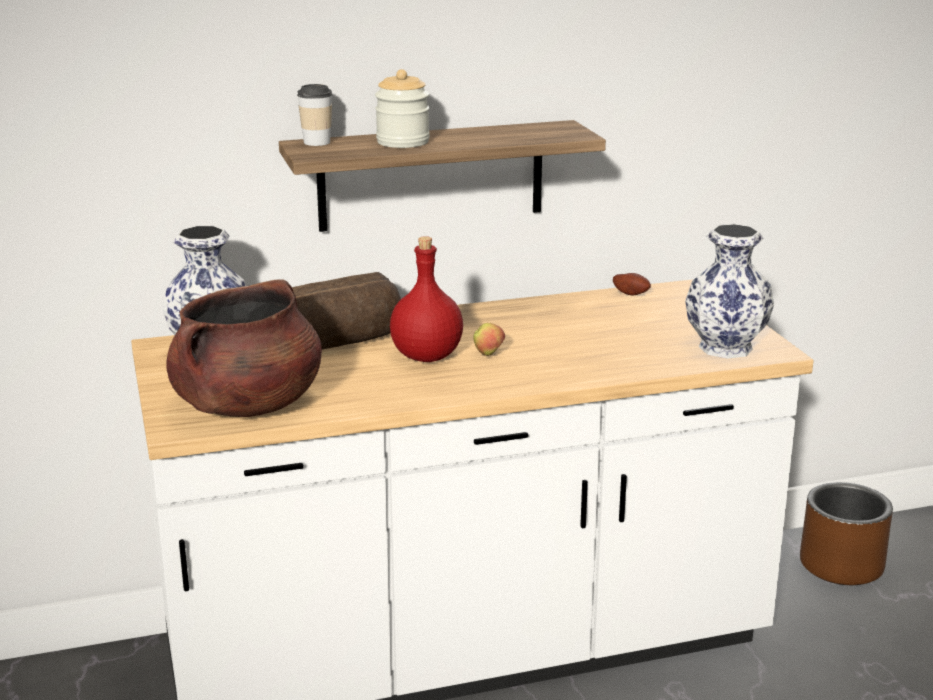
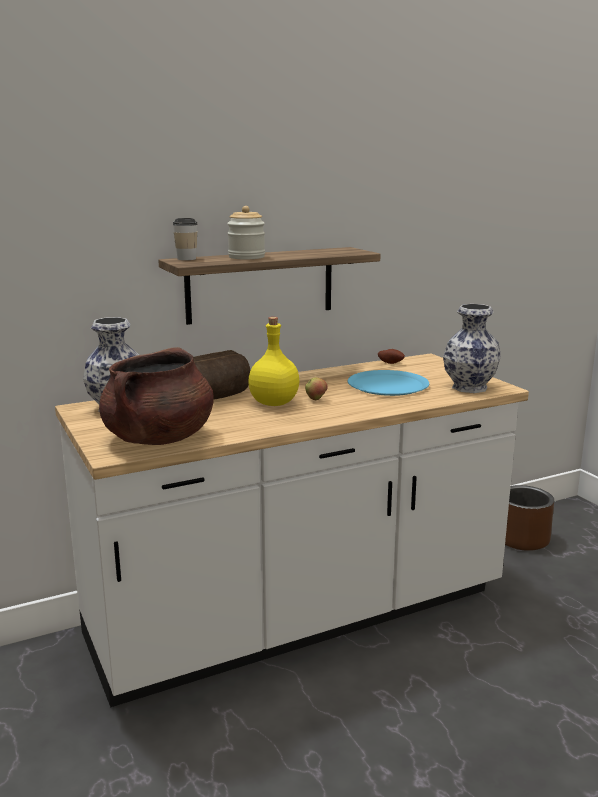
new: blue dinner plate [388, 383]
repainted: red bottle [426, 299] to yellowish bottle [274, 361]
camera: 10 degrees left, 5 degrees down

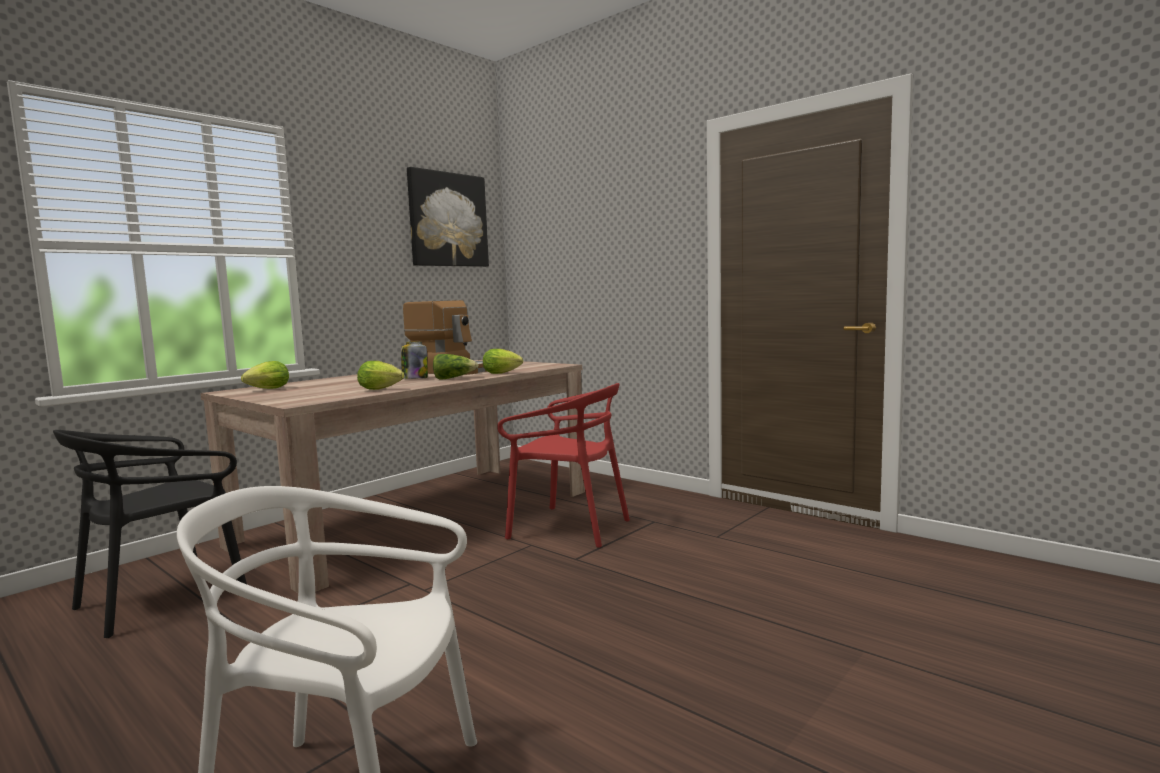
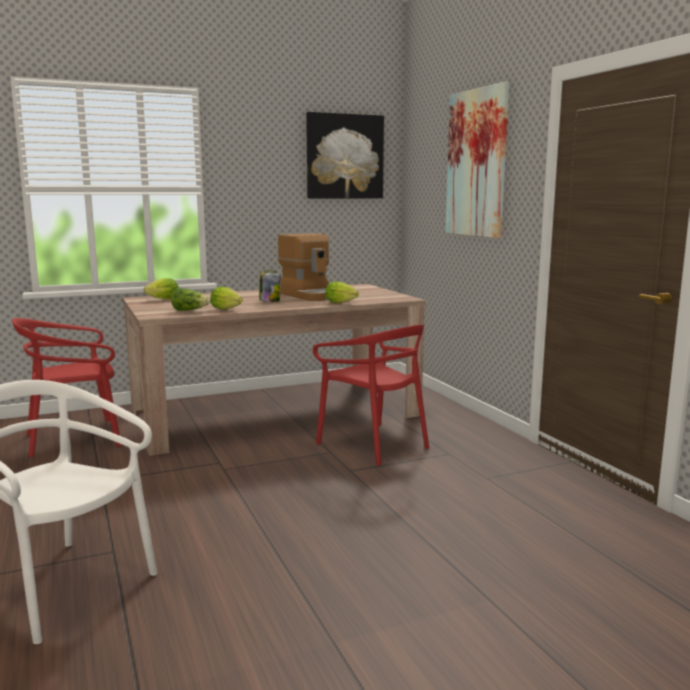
new: picture [477, 160]
shifted: head of lettuce [456, 366] to [191, 299]
repainted: black plain chair [150, 534] to red plain chair [67, 387]
camera: 25 degrees right, 5 degrees up

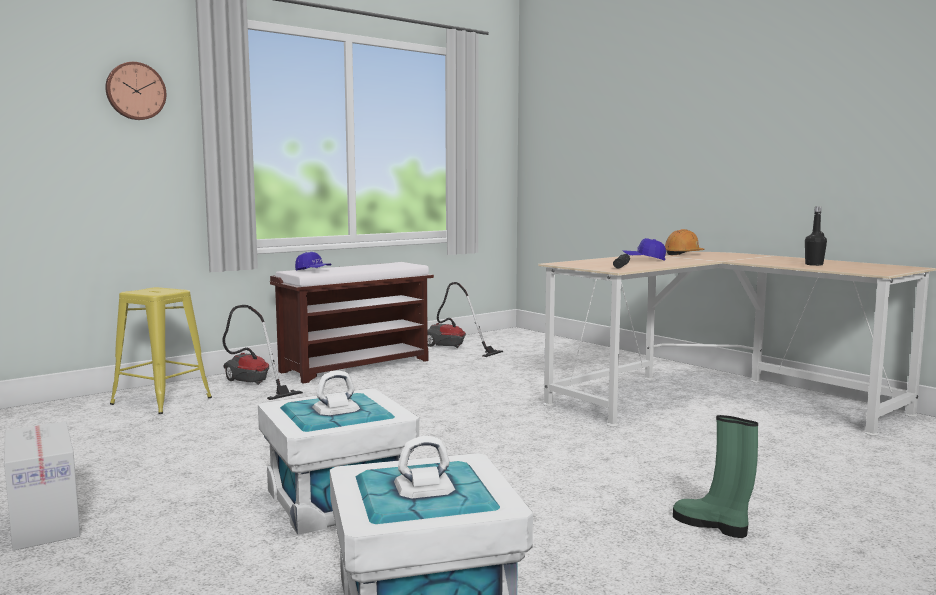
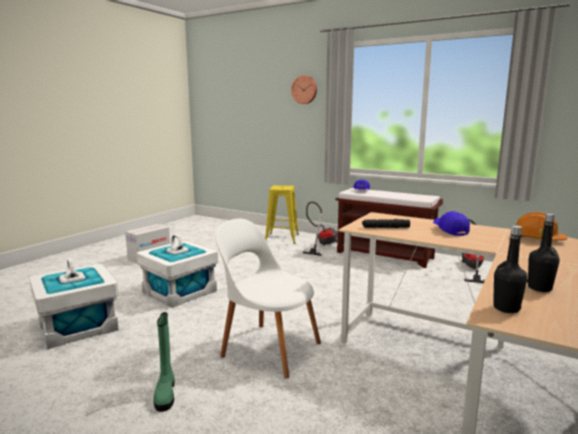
new: white-coloured plain chair [268, 298]; black bottle [510, 269]
rotated: green tall boot [715, 476] = [163, 362] 150 degrees clockwise
camera: 70 degrees right, 5 degrees up

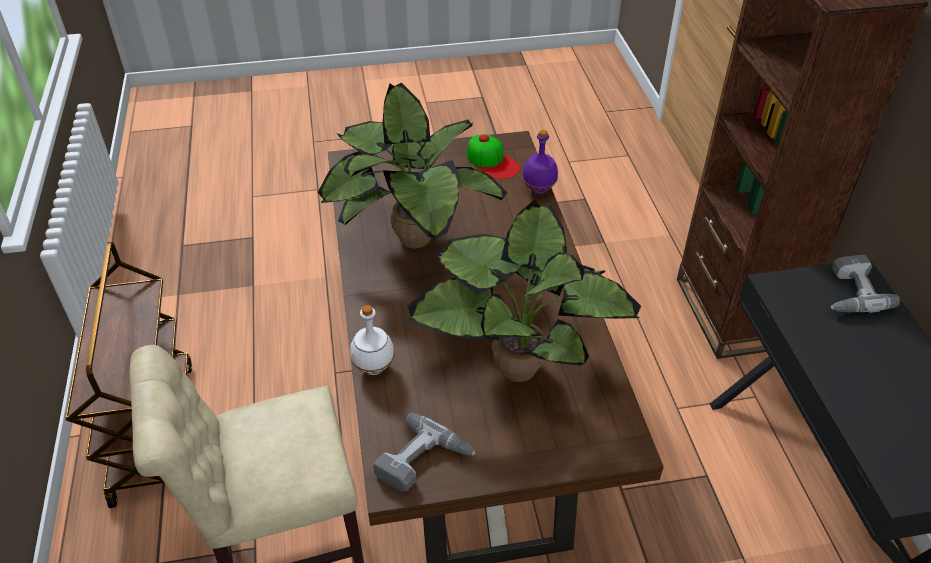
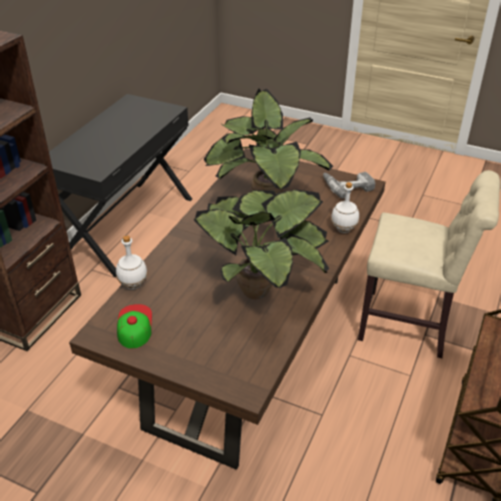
gone: power drill [865, 284]
repainted: purple bottle [540, 162] to white-coloured bottle [132, 262]
camera: 145 degrees left, 5 degrees down

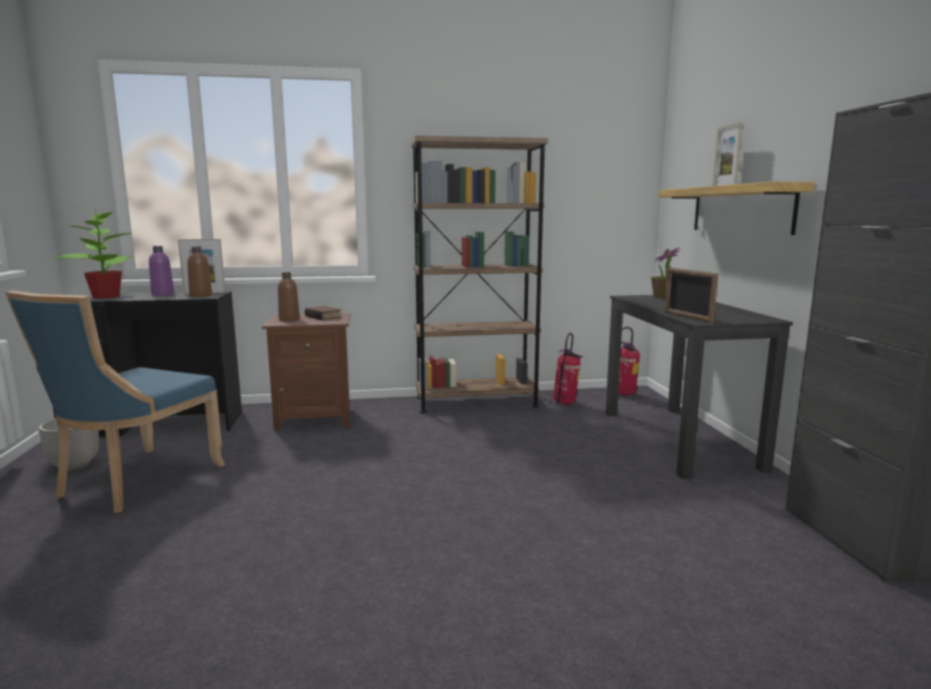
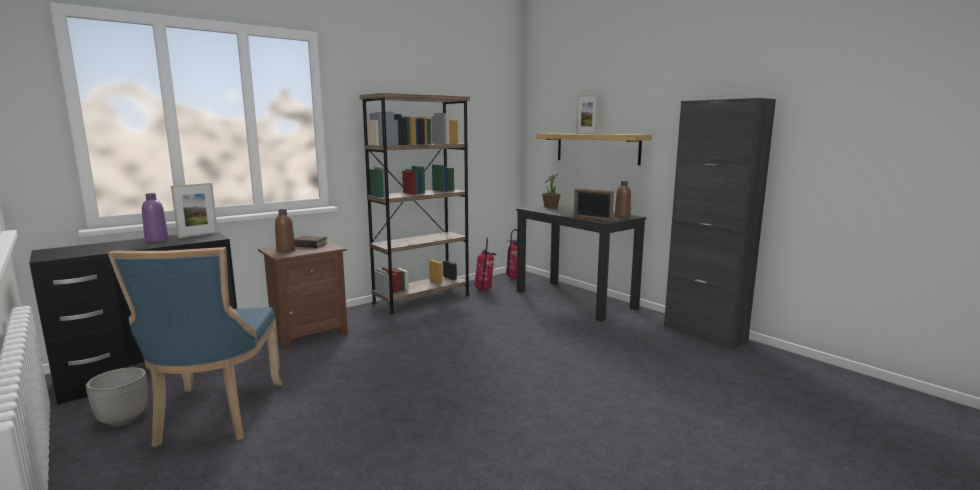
gone: houseplant [92, 254]
shifted: brownish bottle [199, 271] to [623, 199]
camera: 30 degrees left, 0 degrees up

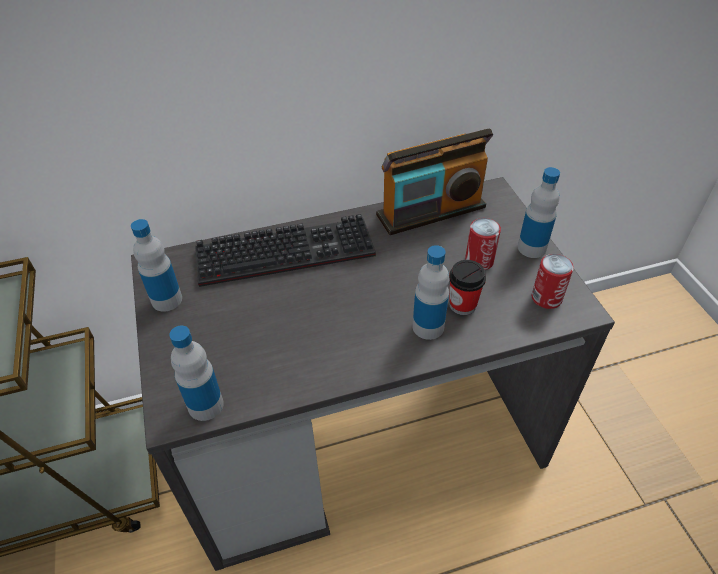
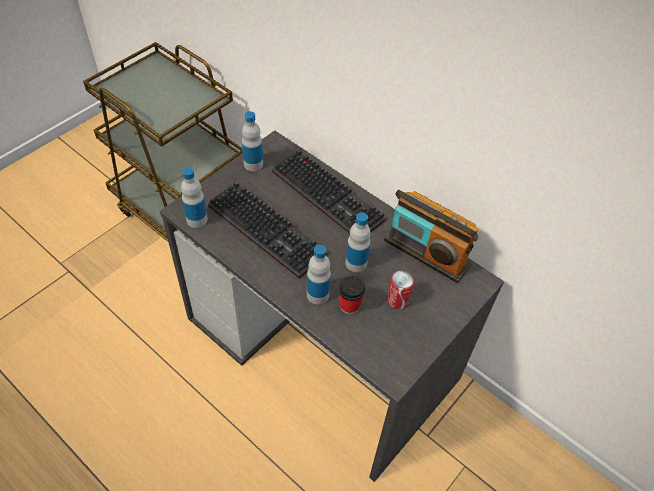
gone: can [552, 281]
new: PC keyboard [267, 230]
shifted: bottle [539, 212] to [358, 242]
camera: 55 degrees right, 5 degrees up

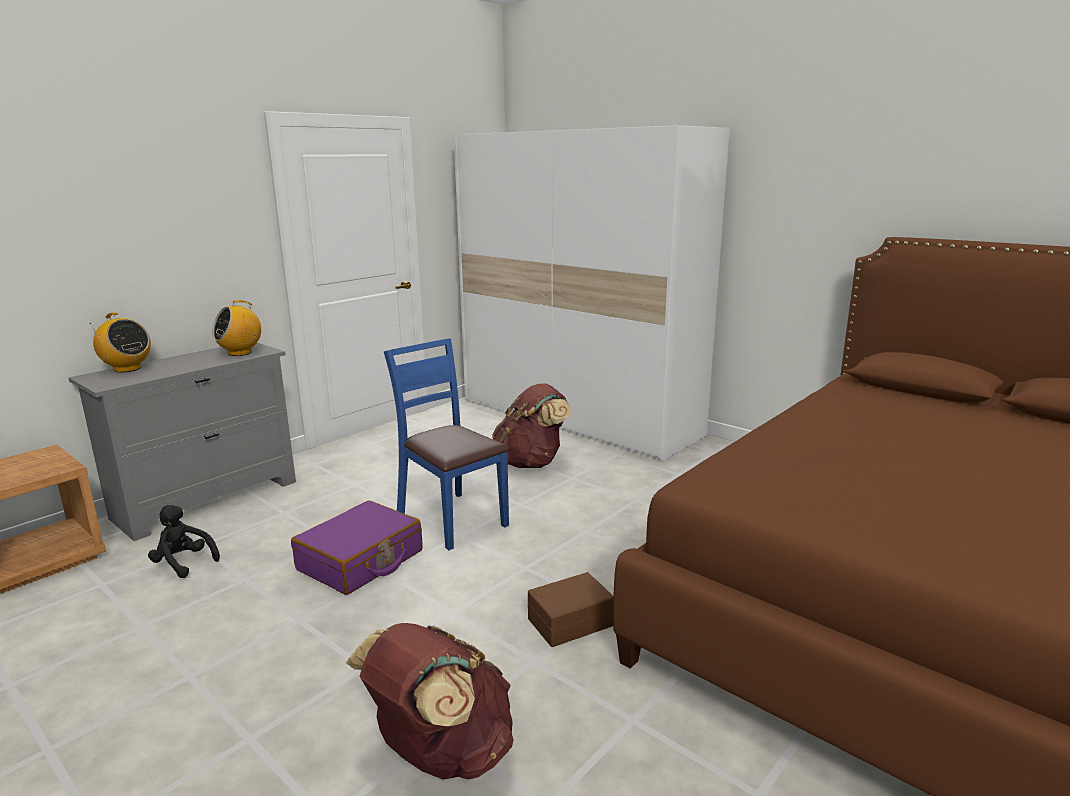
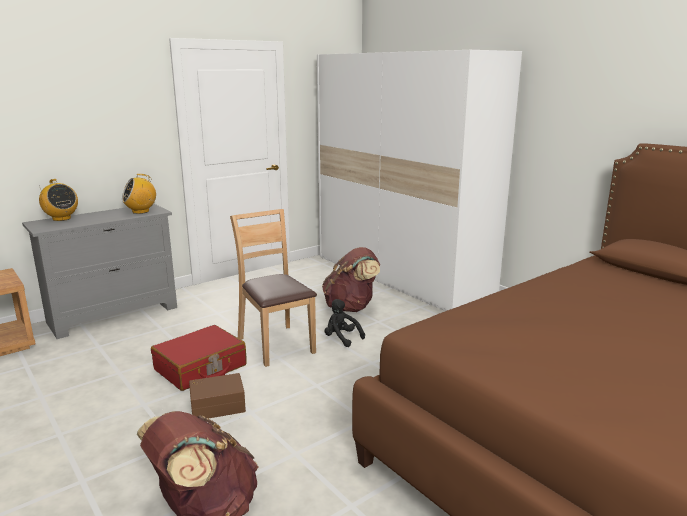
shifted: black plush toy [184, 541] to [345, 323]; brownish storage container [570, 609] to [217, 395]
repainted: purple travel case [356, 548] to red travel case [199, 358]; blue plain chair [447, 444] to brownish plain chair [273, 288]
camera: 10 degrees right, 0 degrees up

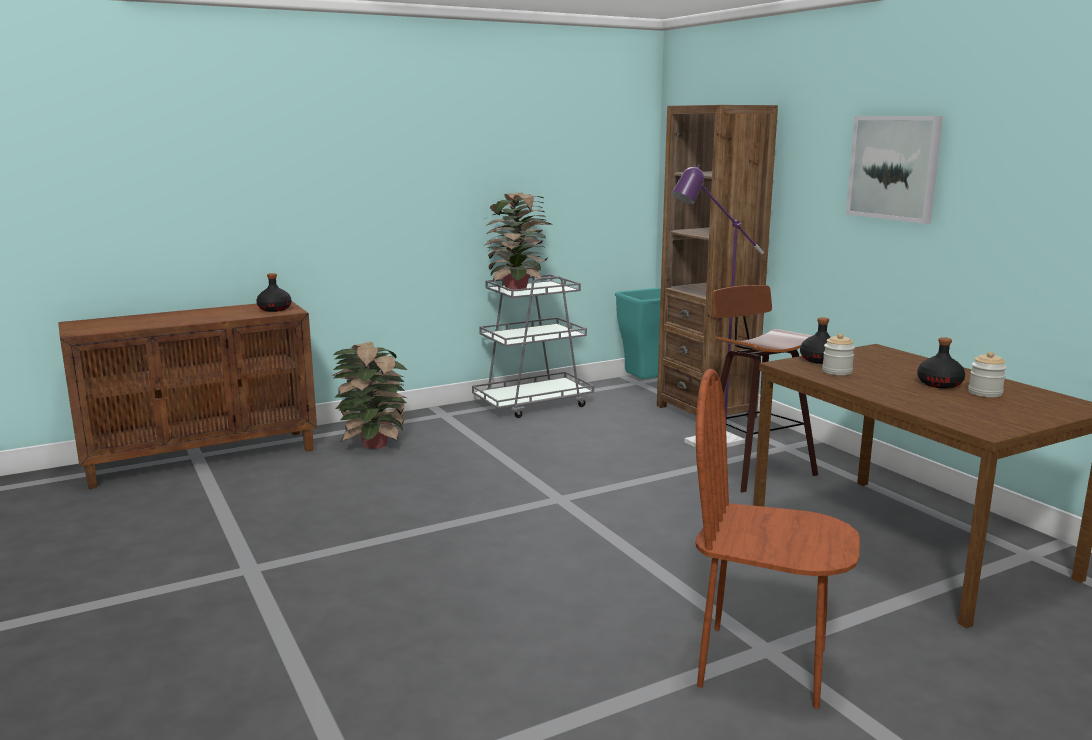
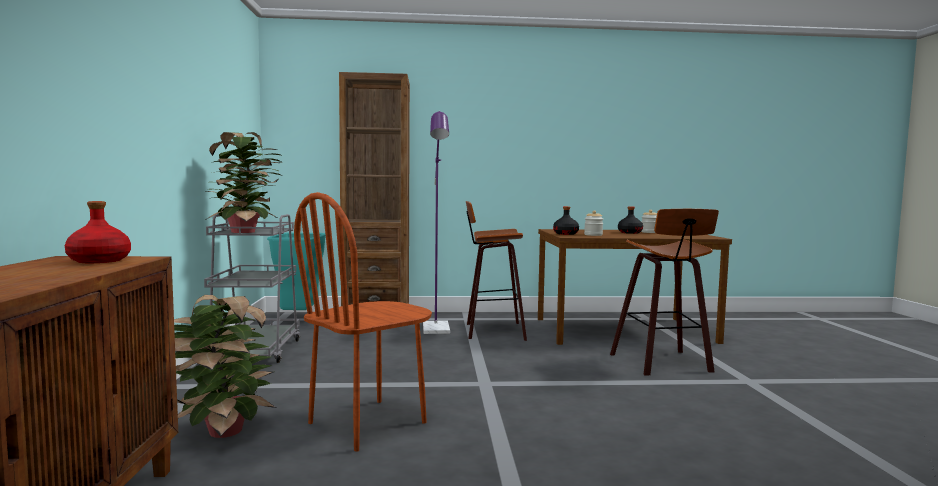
gone: picture [894, 170]
new: stool [664, 292]
shifted: brownish plain chair [777, 539] to [363, 322]
repainted: black bottle [273, 292] to red bottle [98, 232]
camera: 65 degrees left, 10 degrees down

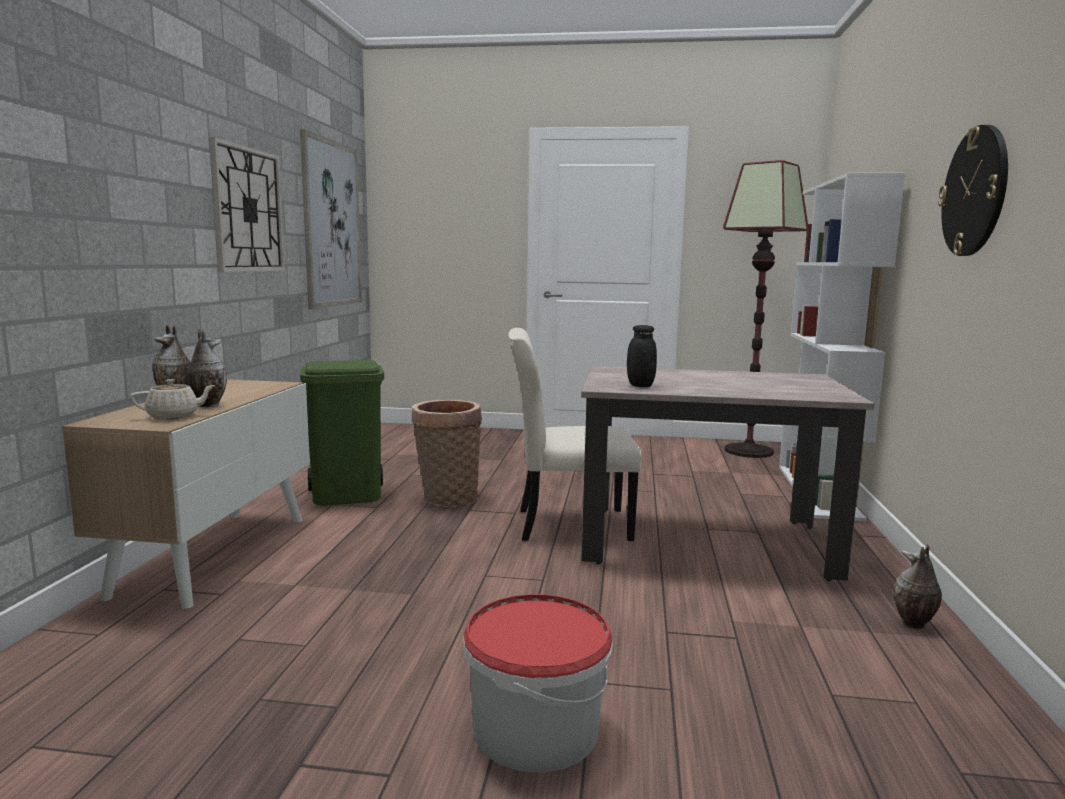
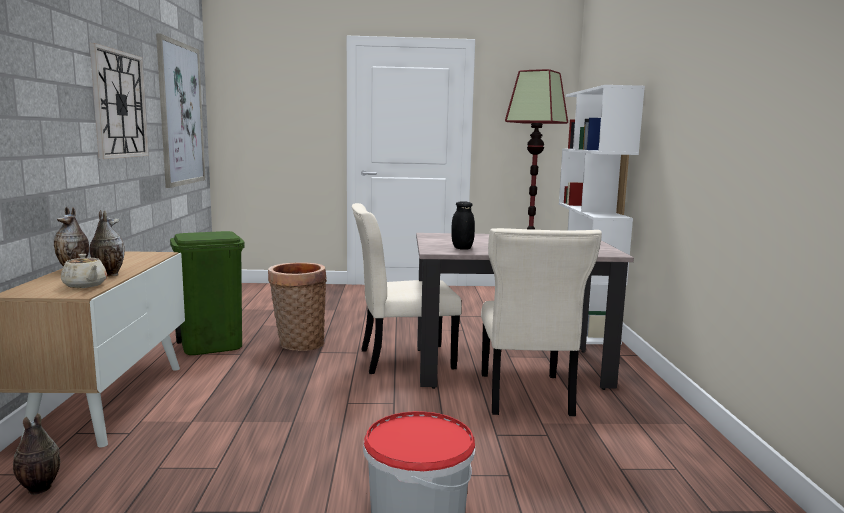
gone: clock on the wall [973, 190]
new: beige-coloured plain chair [541, 322]
shifted: flower vase [918, 587] to [36, 454]
rotated: beige-coloured teapot [173, 399] = [84, 271] 75 degrees clockwise
camera: 10 degrees left, 0 degrees up

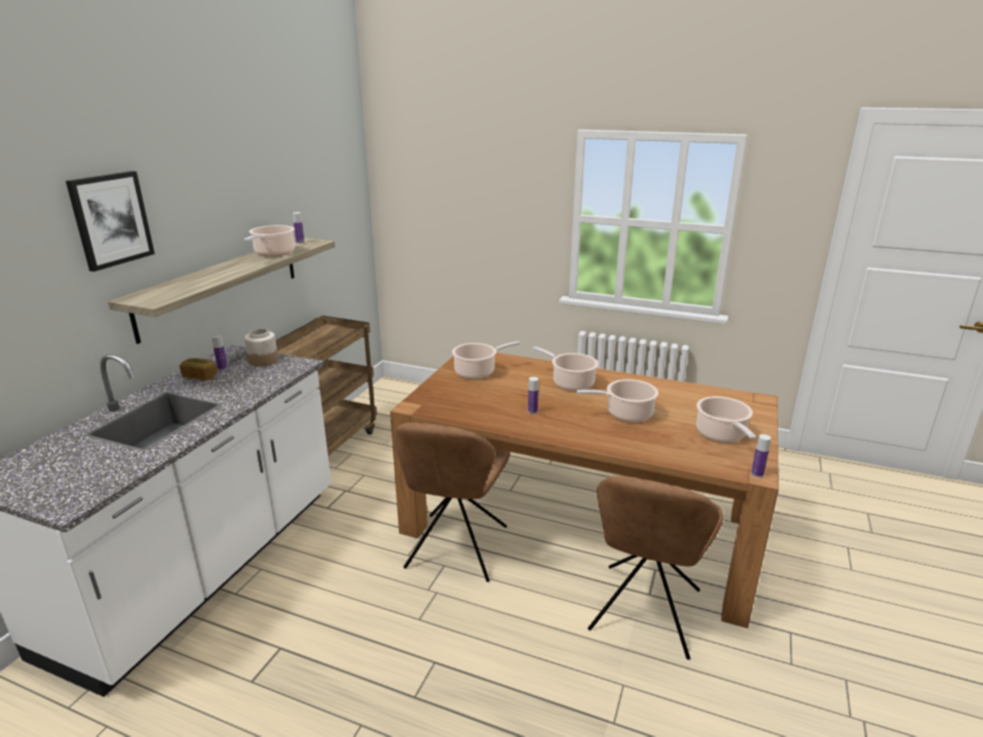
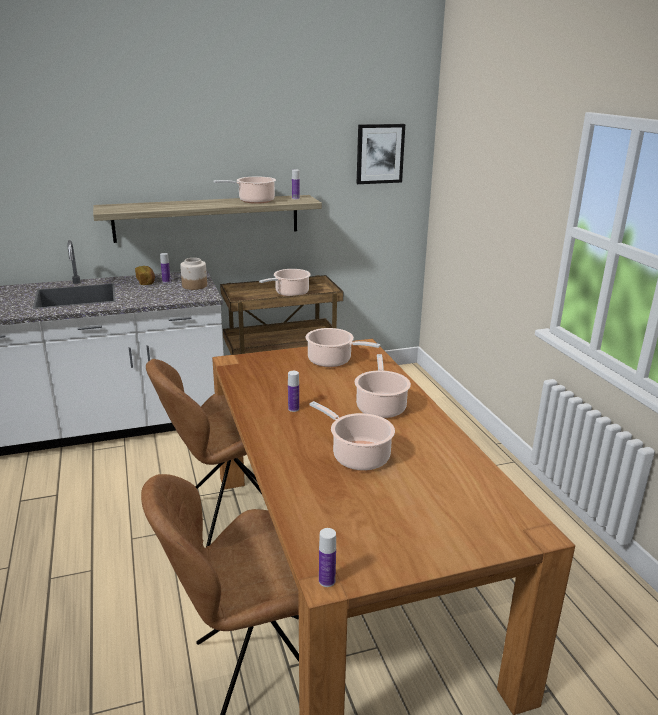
shifted: picture [110, 221] to [380, 154]; stockpot [726, 419] to [285, 282]
camera: 50 degrees right, 0 degrees up

